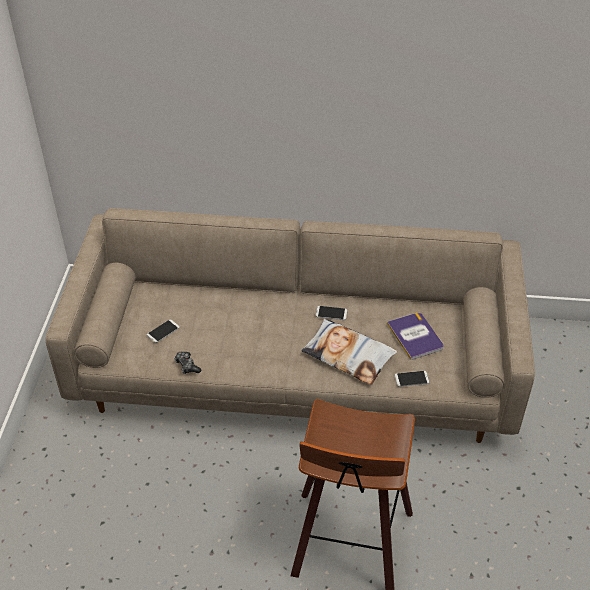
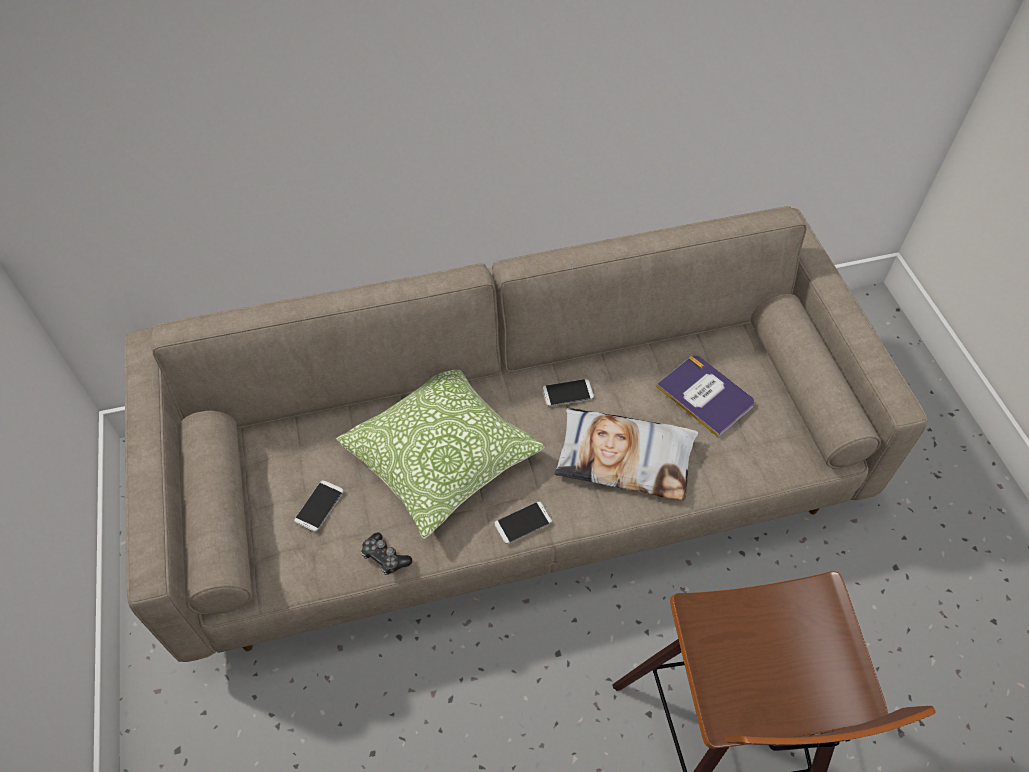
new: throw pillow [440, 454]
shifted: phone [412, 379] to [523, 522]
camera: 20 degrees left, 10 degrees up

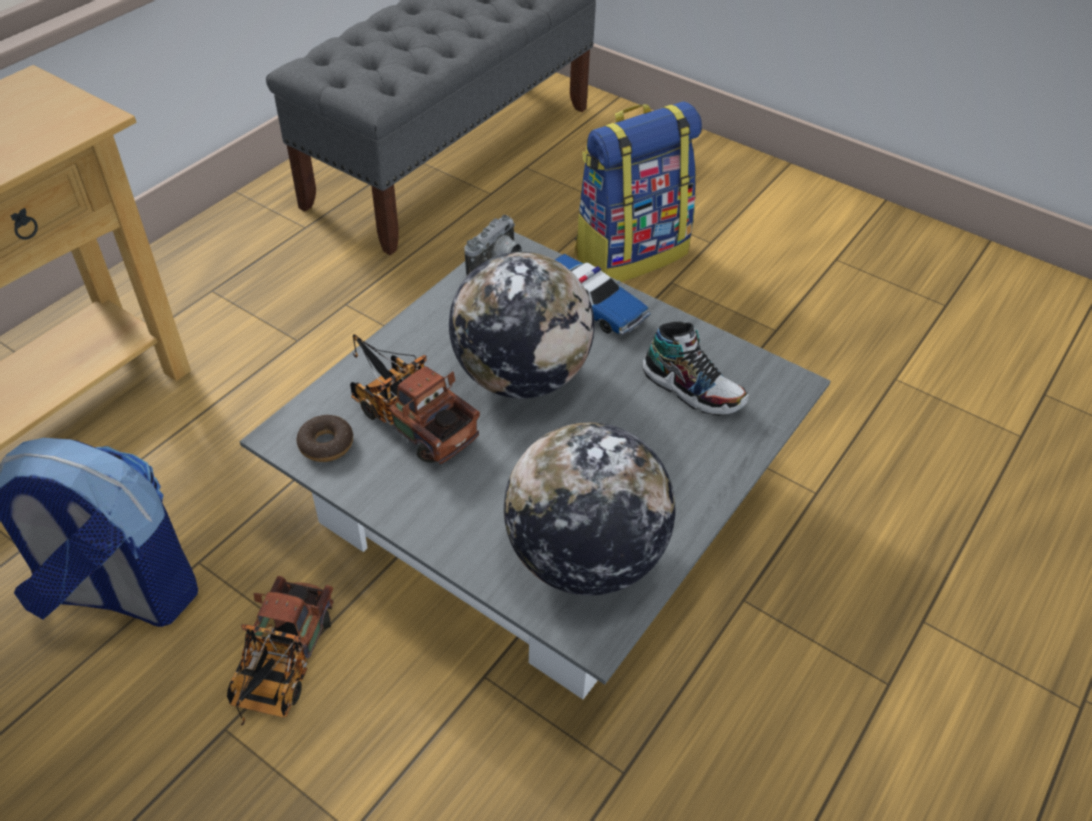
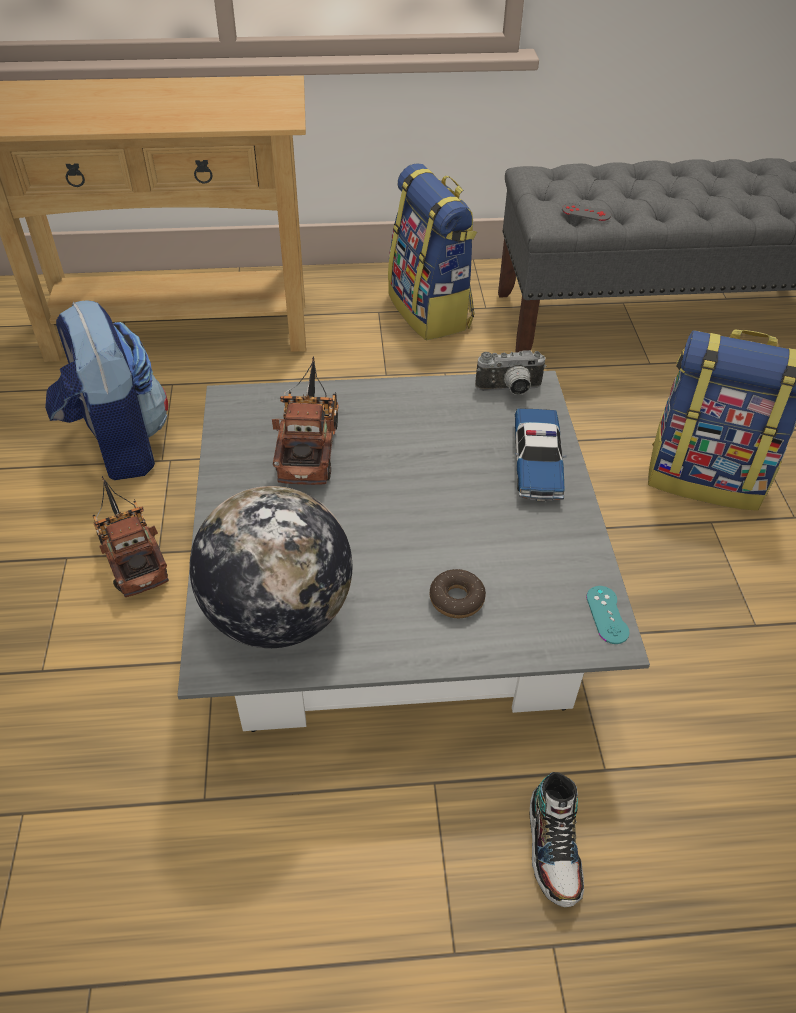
gone: desk globe [521, 325]
new: backpack [432, 251]; greyish game controller [586, 212]; turquoise-coloured game controller [608, 615]
shifted: doughnut [325, 438] to [458, 593]; item of footwear [696, 369] to [557, 839]
rotated: toy lorry [280, 650] = [131, 536] 90 degrees clockwise
camera: 50 degrees right, 0 degrees up

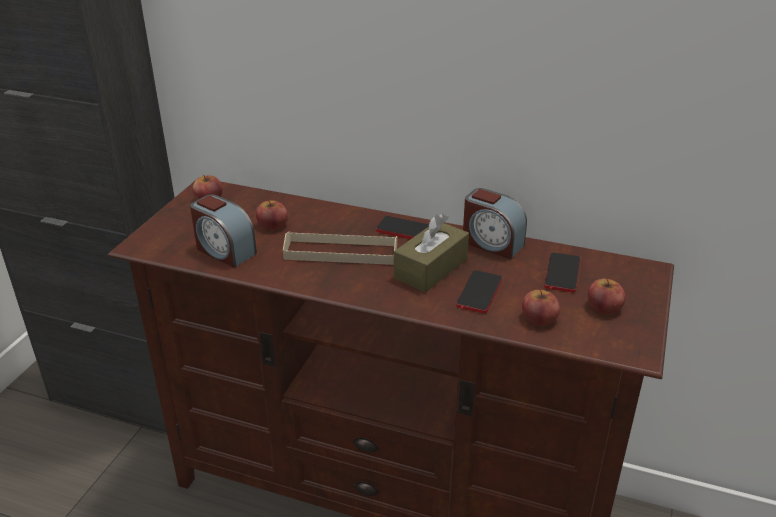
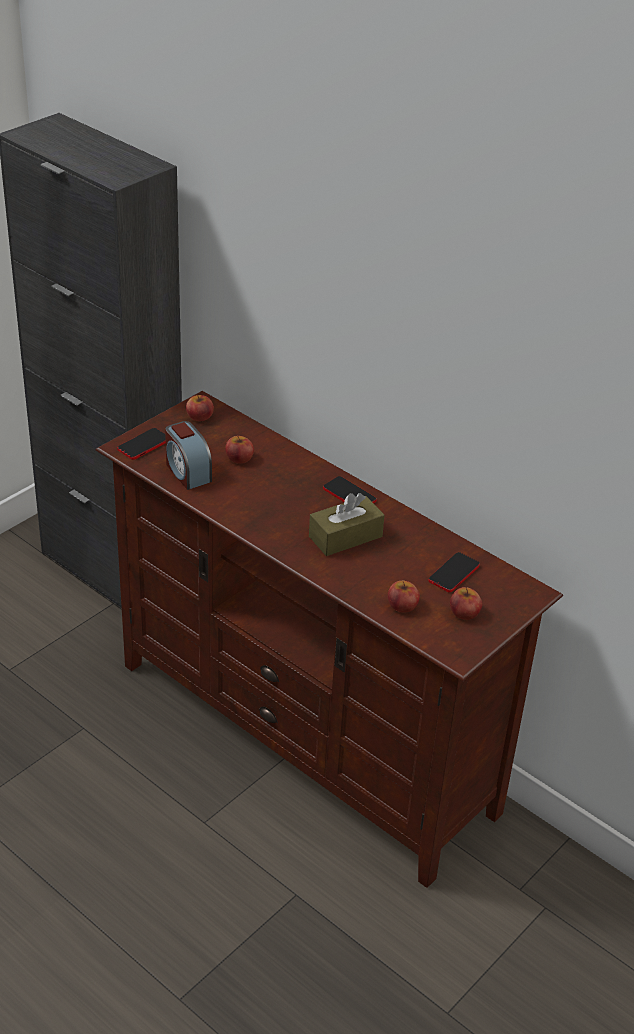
gone: beige-coloured serving tray [340, 248]; bedside clock [495, 223]
shifted: phone [479, 292] to [141, 444]
camera: 20 degrees right, 5 degrees up

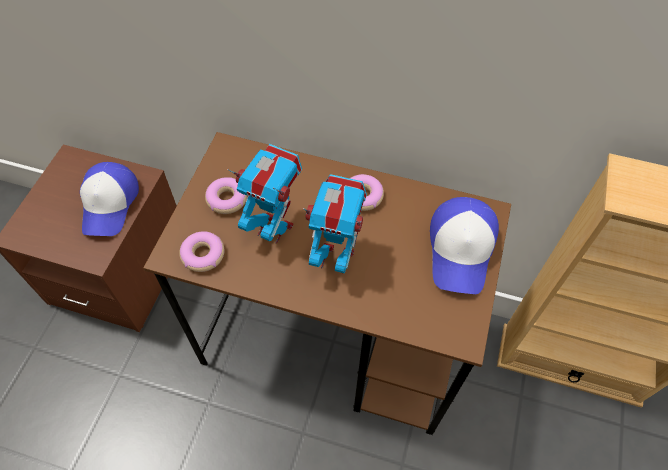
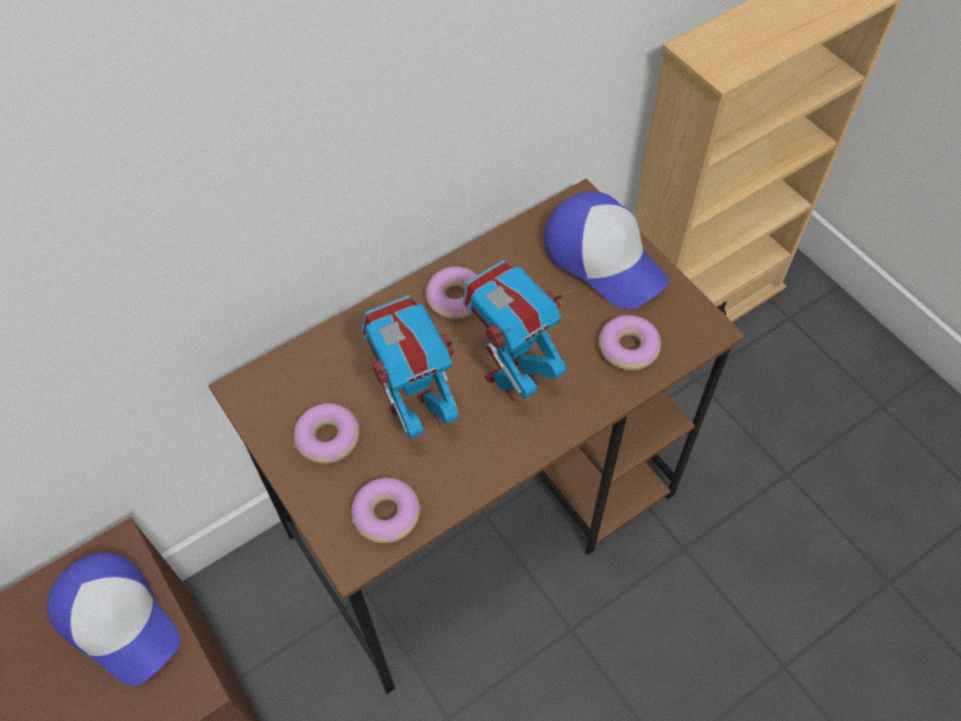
new: doughnut [630, 343]
camera: 50 degrees left, 0 degrees up

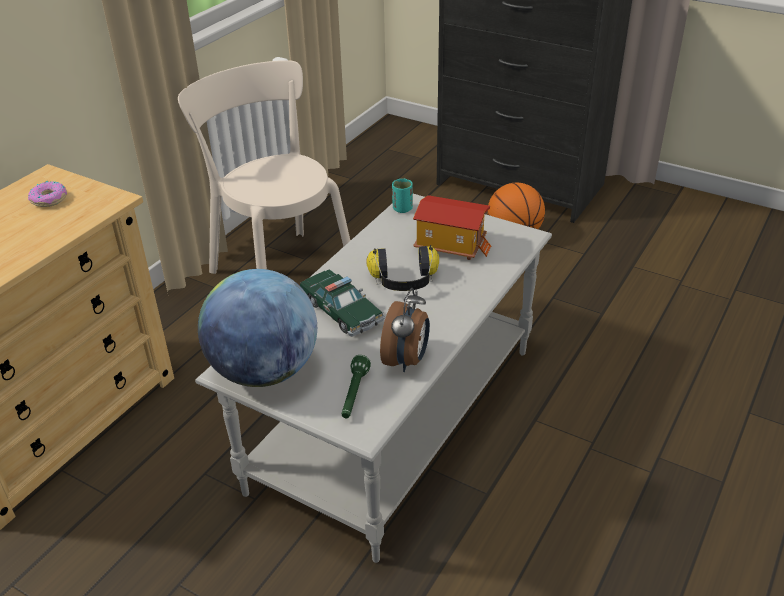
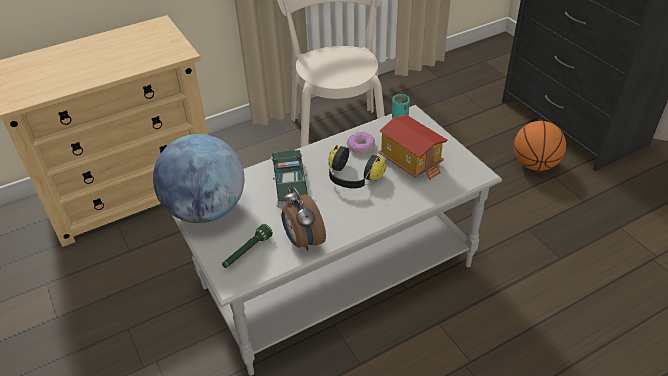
shifted: doughnut [47, 194] to [361, 142]
rotated: bedside clock [405, 330] = [303, 219] 105 degrees clockwise
camera: 30 degrees right, 5 degrees up

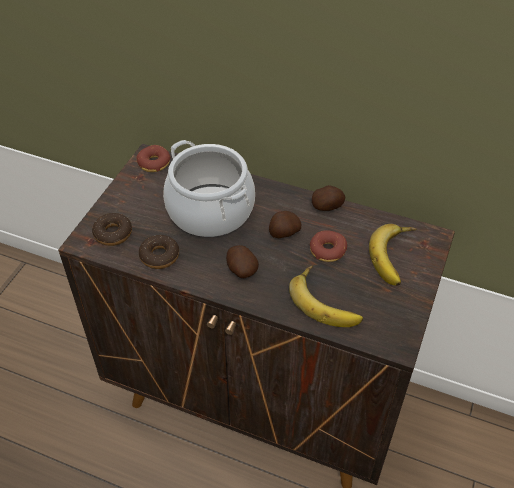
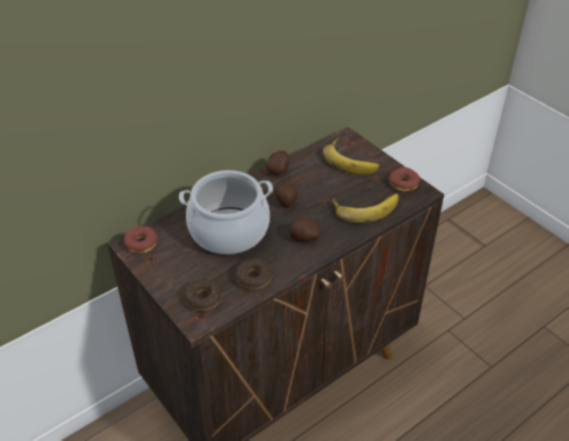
shifted: doughnut [328, 246] to [404, 179]
camera: 60 degrees left, 5 degrees down

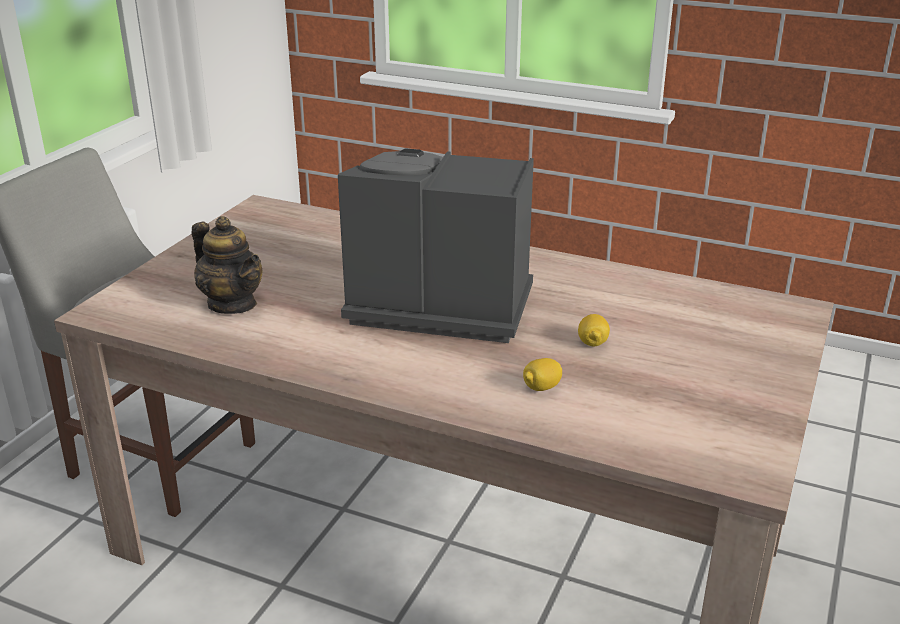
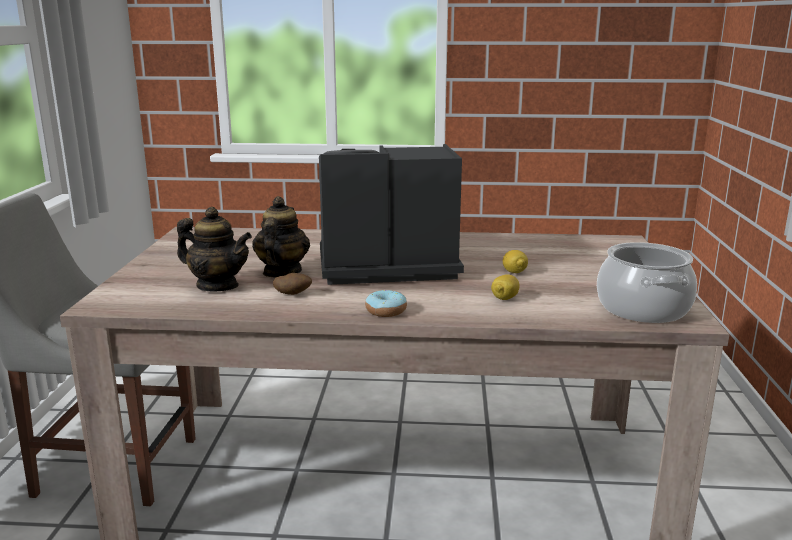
new: teapot [281, 236]; spud [292, 284]; doughnut [386, 303]; stockpot [647, 282]
camera: 20 degrees left, 10 degrees down

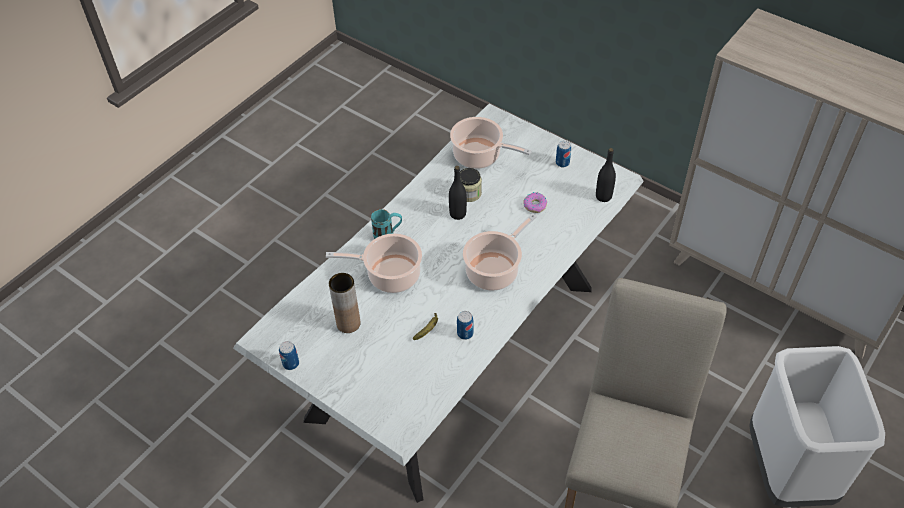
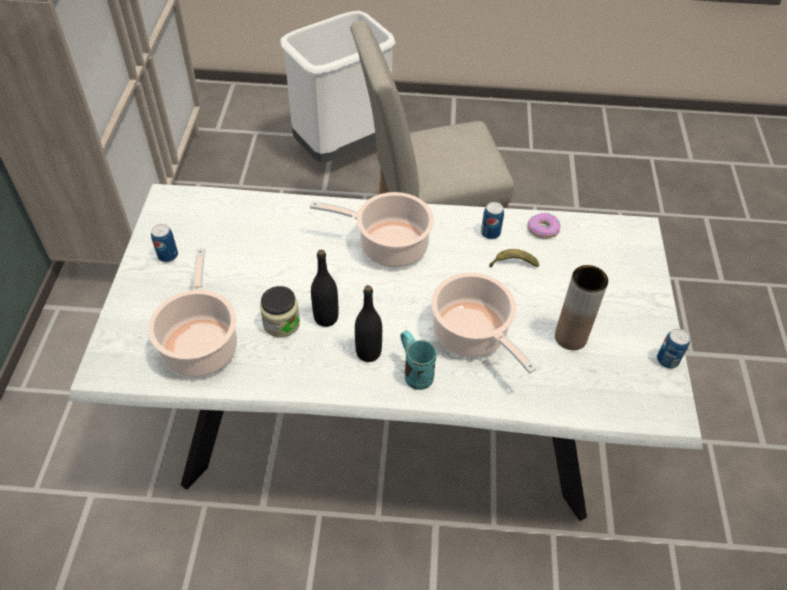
shifted: doughnut [535, 202] to [544, 226]; black bottle [606, 175] to [368, 323]
camera: 125 degrees left, 0 degrees up

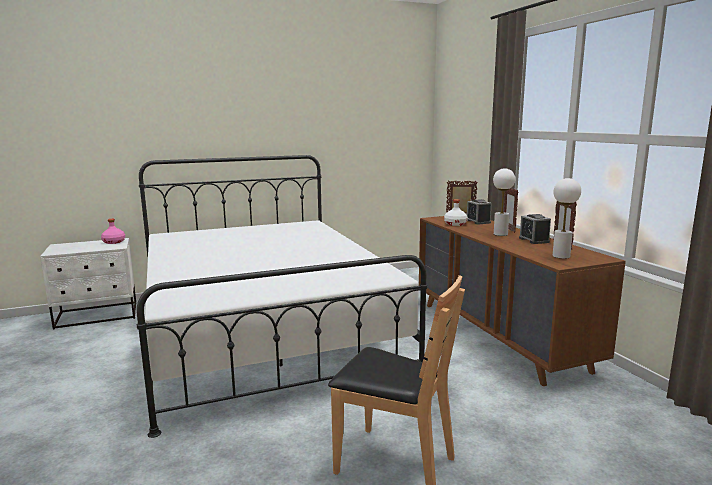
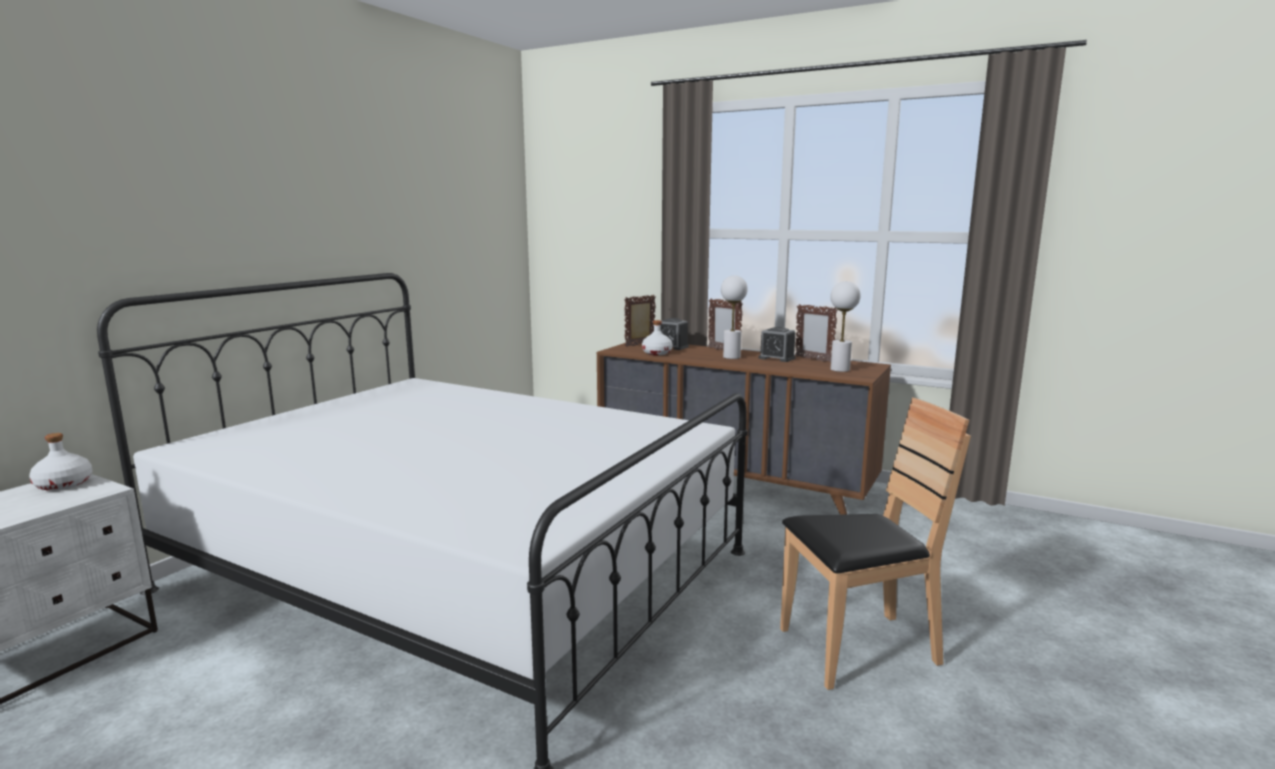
repainted: pinkish bottle [113, 231] to white-coloured bottle [60, 462]
camera: 40 degrees left, 0 degrees up

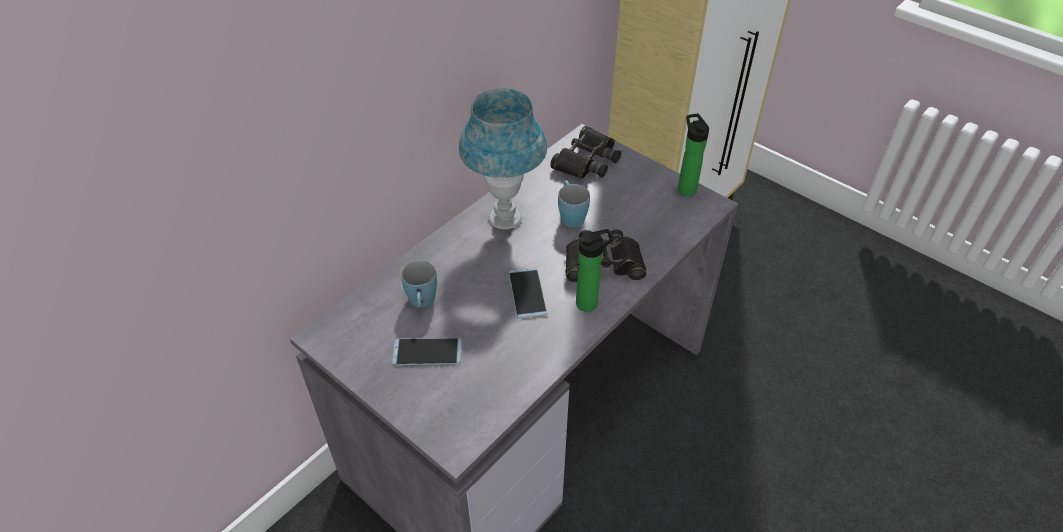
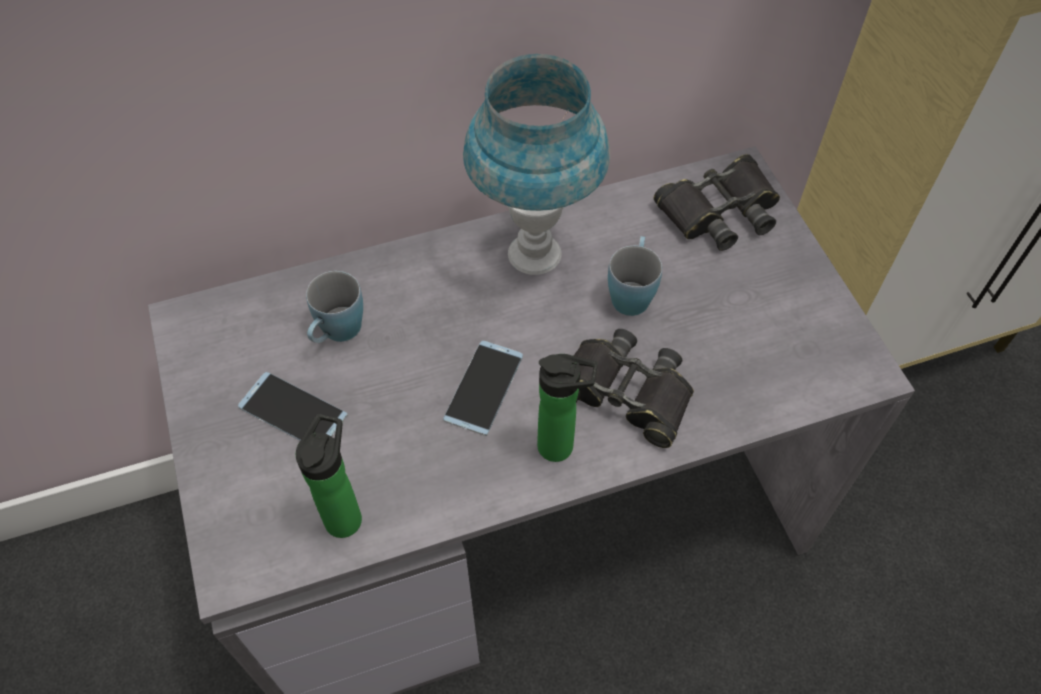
shifted: bottle [693, 155] to [329, 476]
camera: 30 degrees right, 10 degrees up

